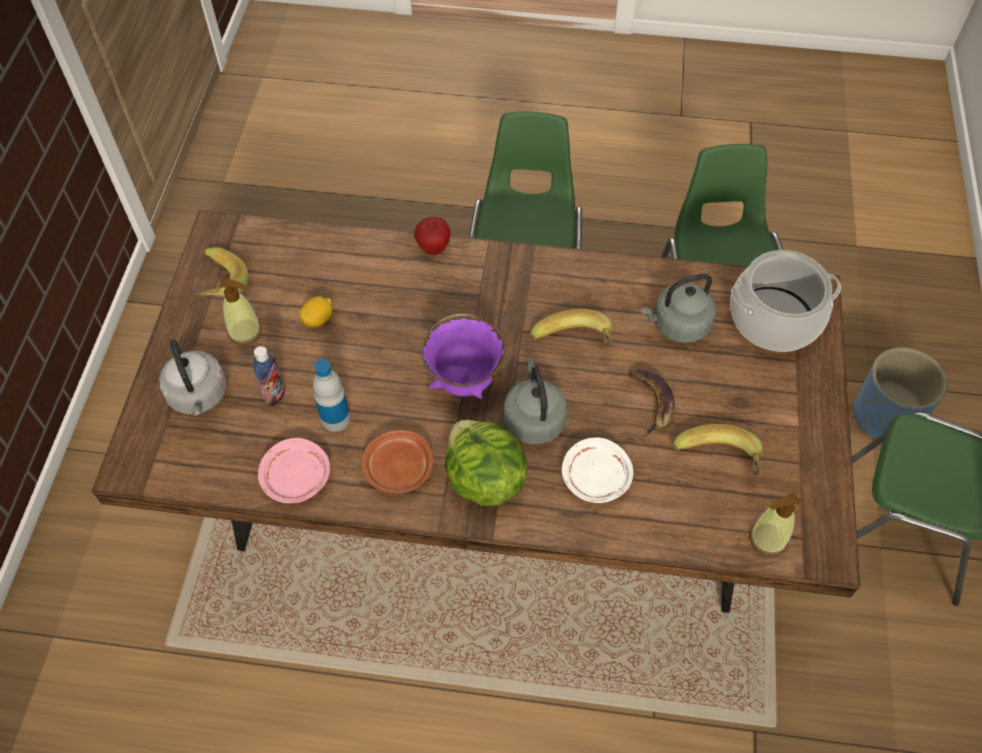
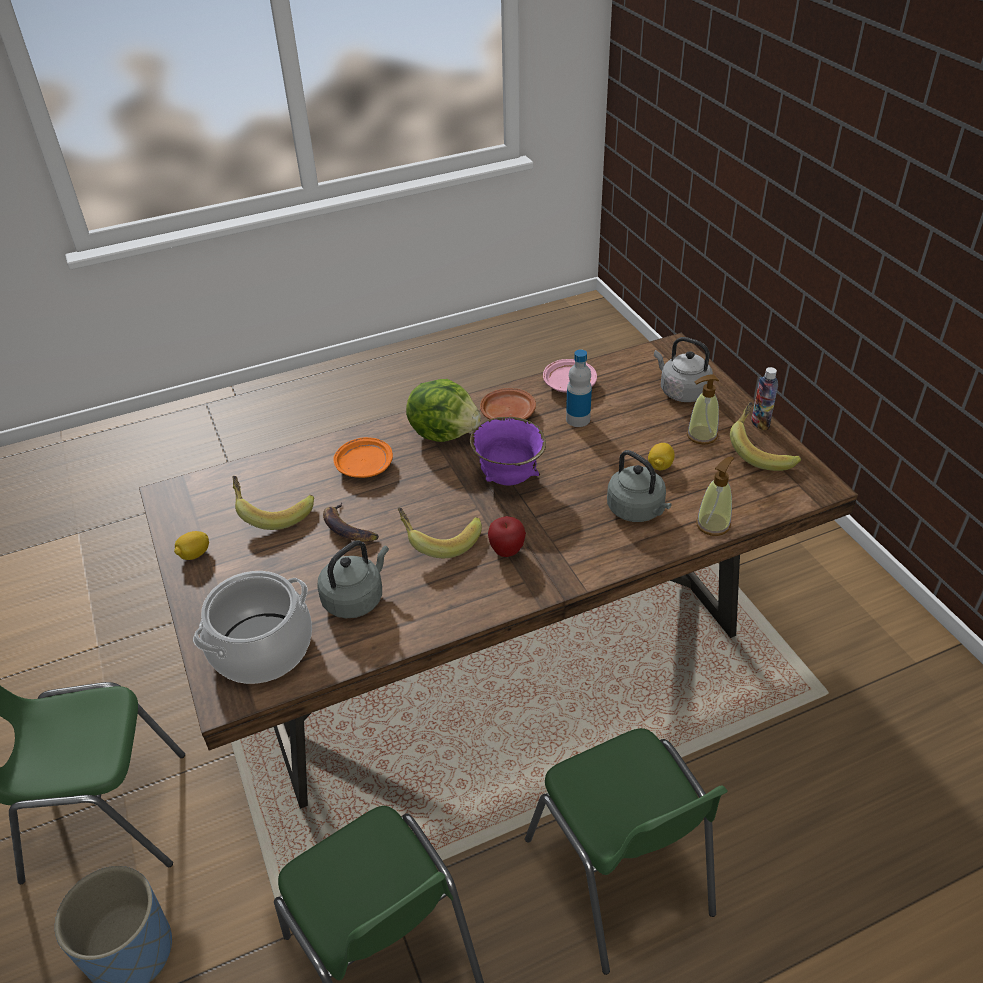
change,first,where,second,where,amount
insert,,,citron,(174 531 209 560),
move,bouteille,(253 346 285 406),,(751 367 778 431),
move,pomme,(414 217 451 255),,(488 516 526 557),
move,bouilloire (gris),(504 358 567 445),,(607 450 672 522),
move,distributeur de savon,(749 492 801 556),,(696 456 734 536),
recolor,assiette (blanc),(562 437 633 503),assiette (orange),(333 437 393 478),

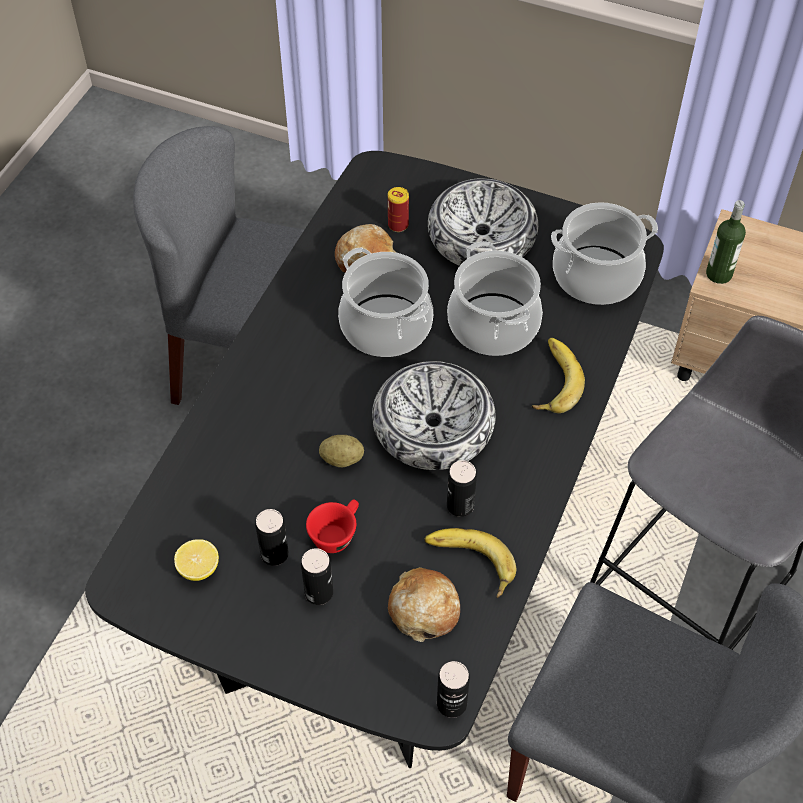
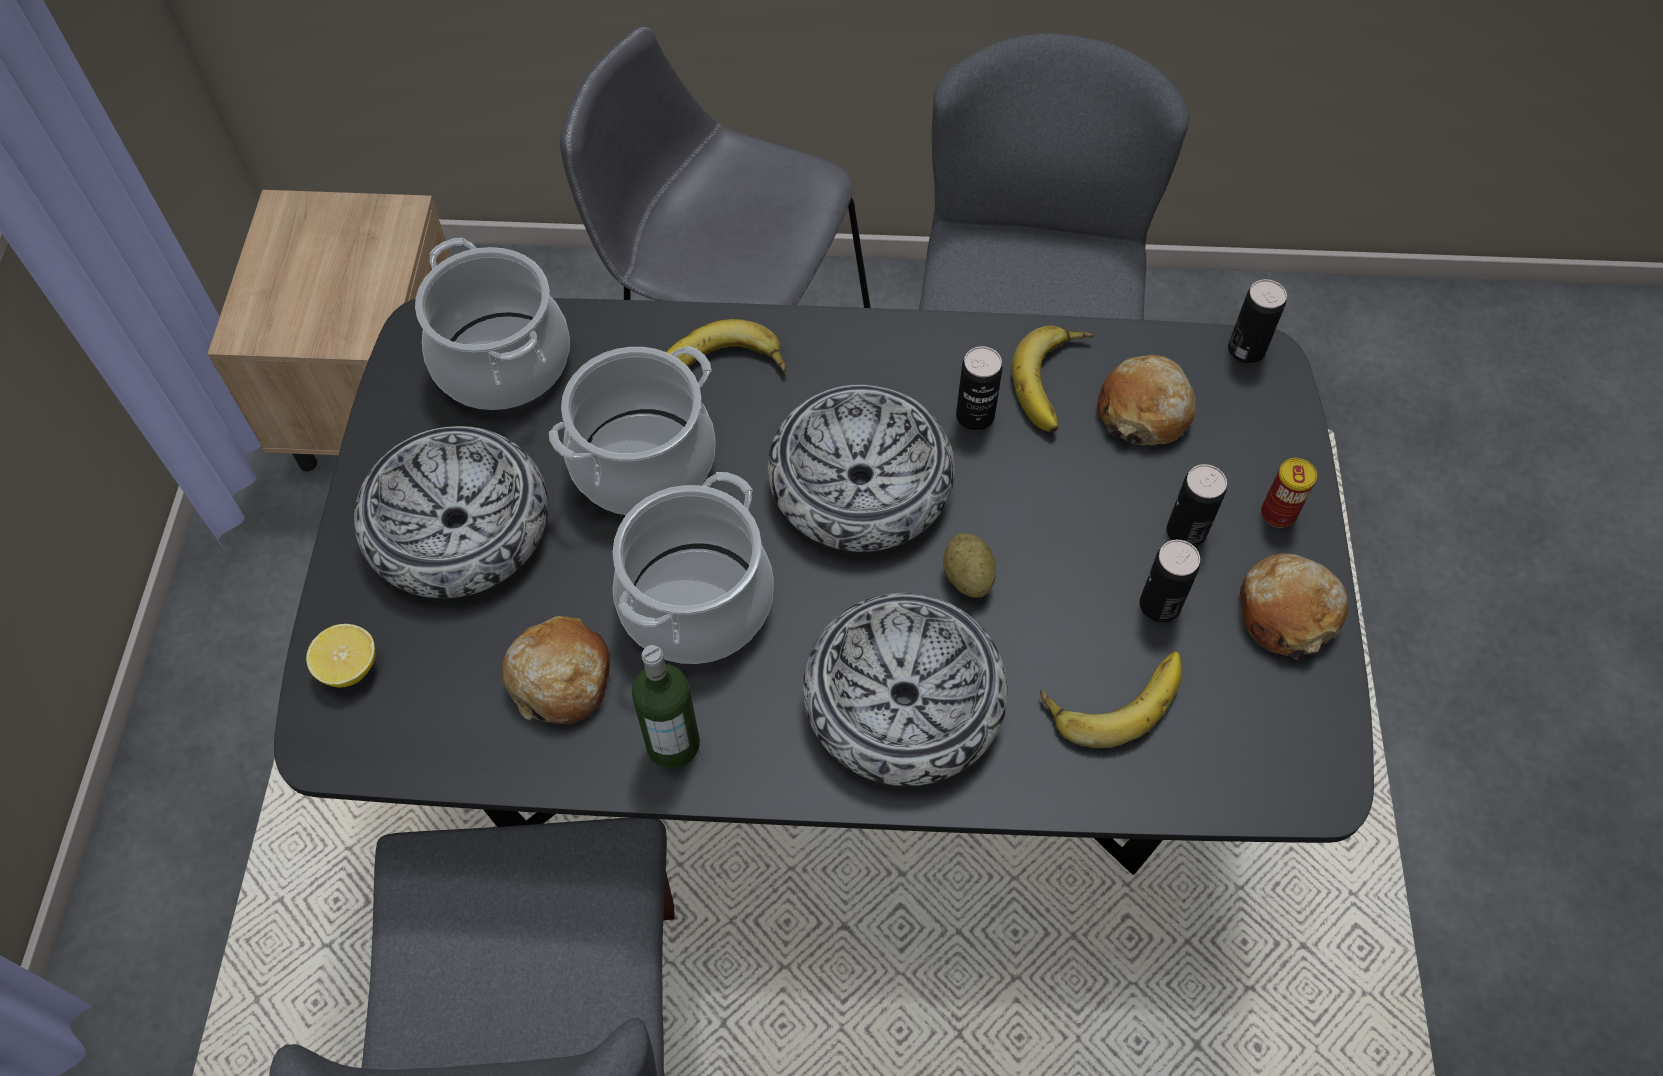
change,first,where,second,where,amount
delete,tasse (rouge),(306 499 359 553),,,
insert,,,bol,(803 593 1008 786),
insert,,,banane,(1040 651 1182 748),
insert,,,pain,(1240 553 1348 660),
move,citron,(174 539 219 581),,(306 624 376 687),
move,boîte métallique,(388 187 409 232),,(1261 458 1317 528),
move,bouteille,(706 200 746 284),,(632 645 700 768),

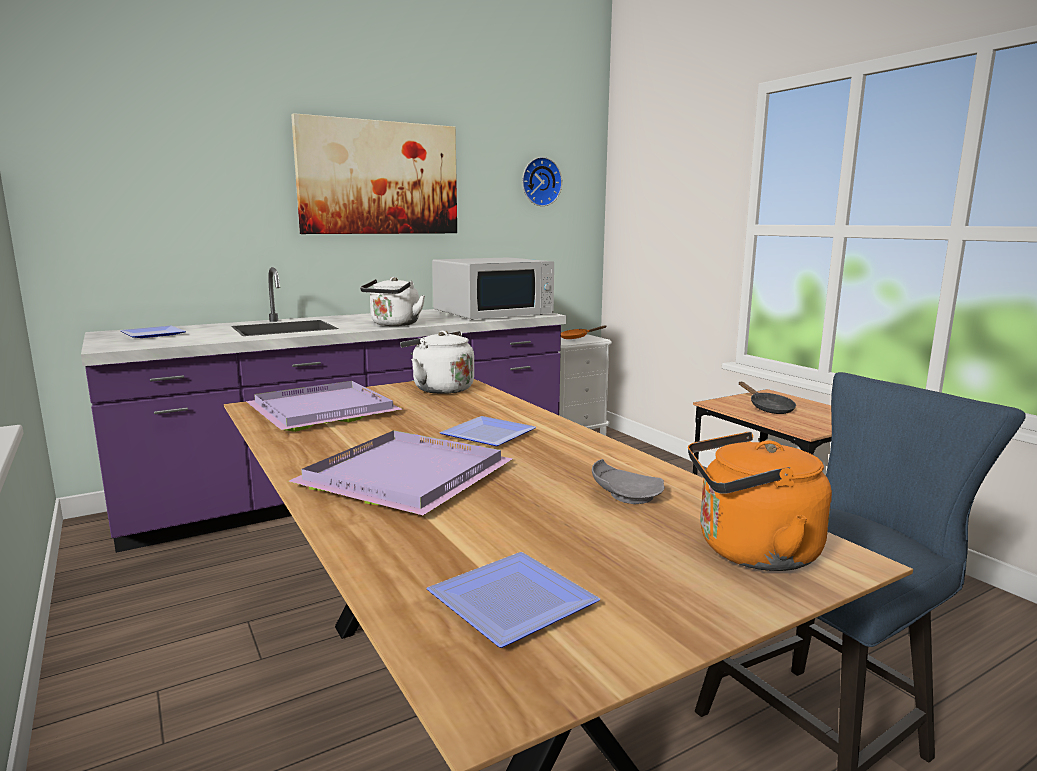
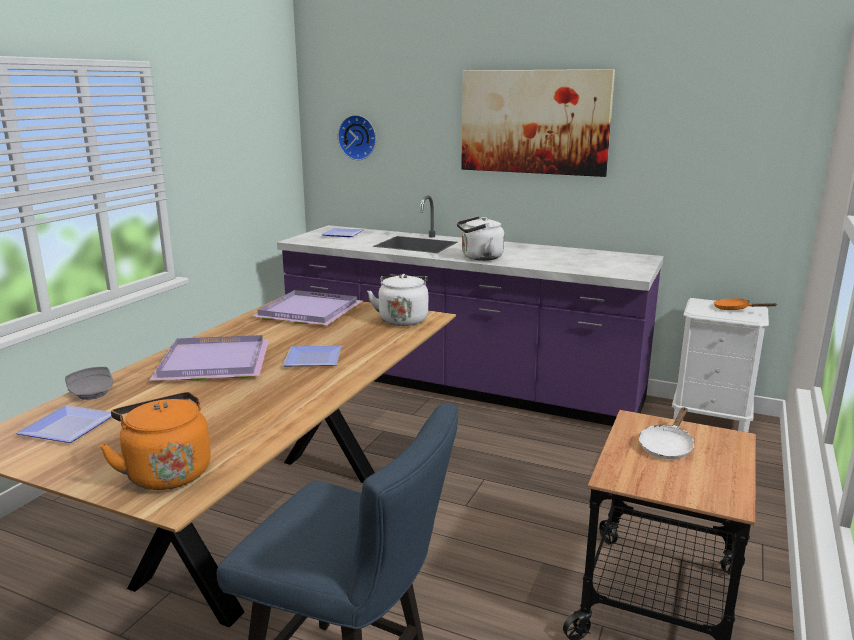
change,first,where,second,where,amount
delete,micro-ondes (blanc),(432 257 554 320),,,
move,horloge murale,(522 157 562 206),,(338 115 376 160),
move,assiette (gris),(592 459 665 504),,(65 367 113 400),
recolor,poêle (noir),(739 382 796 414),poêle (blanc),(639 407 694 459),

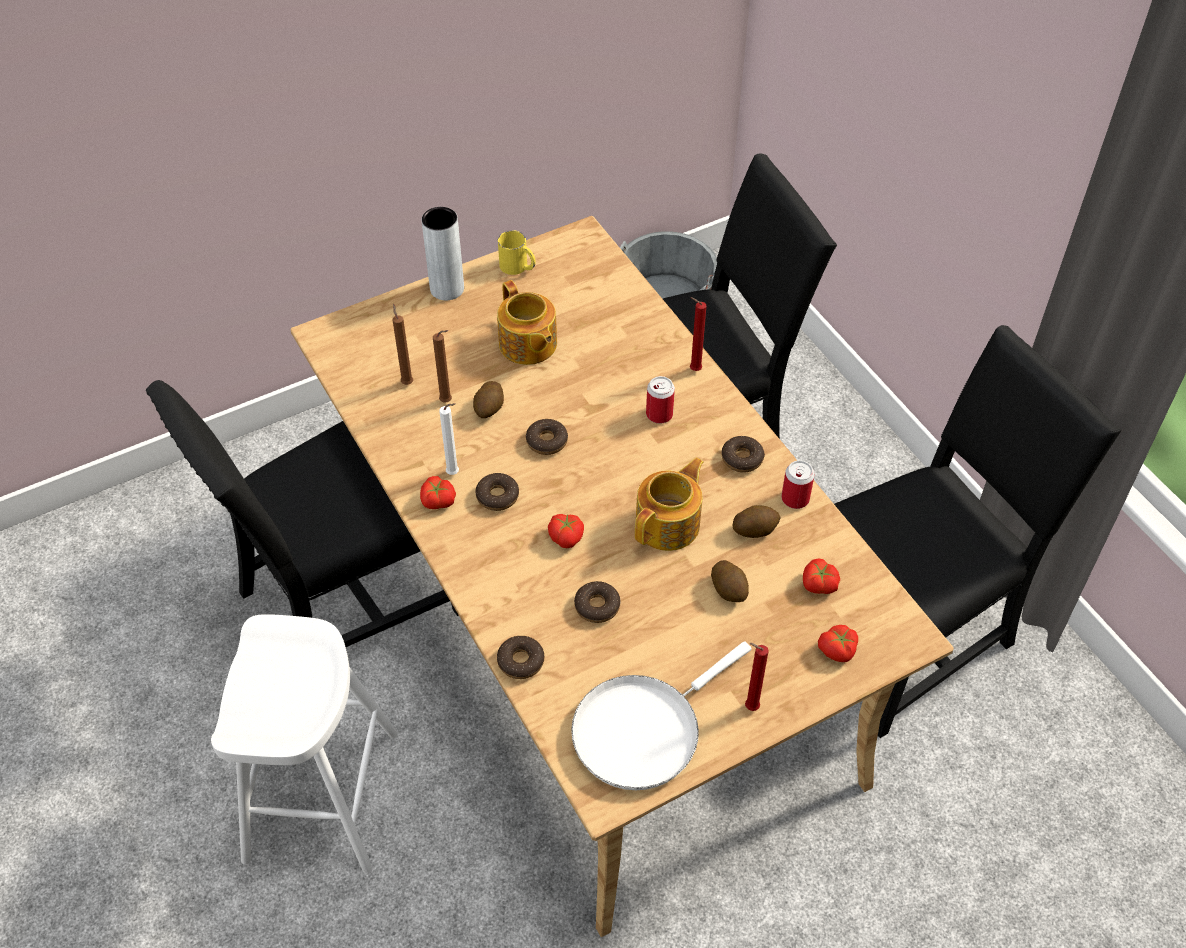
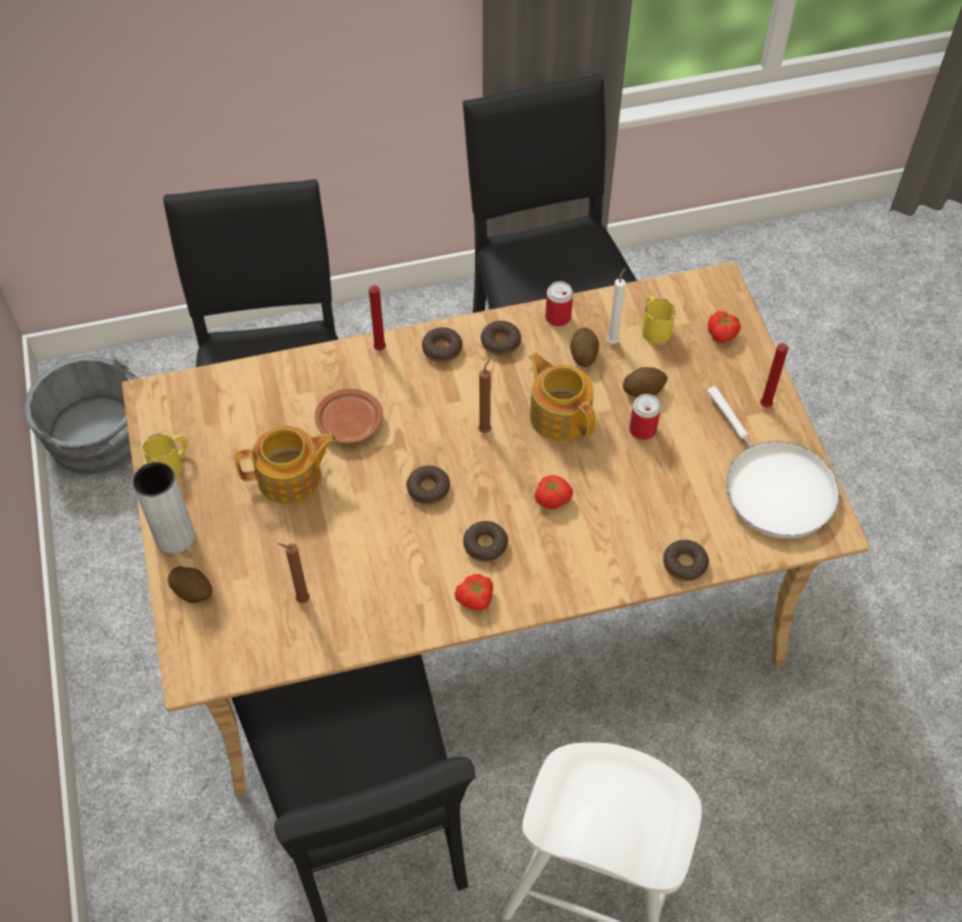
change,first,where,second,where,amount
insert,,,assiette (marron),(315 389 383 444),
move,bougie (marron),(433 330 452 402),,(478 358 491 433),
move,bougie (blanc),(439 403 459 475),,(607 268 626 344),
move,pomme de terre,(473 381 504 418),,(167 567 212 603),
move,beignet,(574 581 620 623),,(422 327 462 363),
move,boîte métallique,(646 376 675 424),,(629 394 661 440),
replace,tomate,(803 558 840 594),mug (jaune),(642 296 676 344),

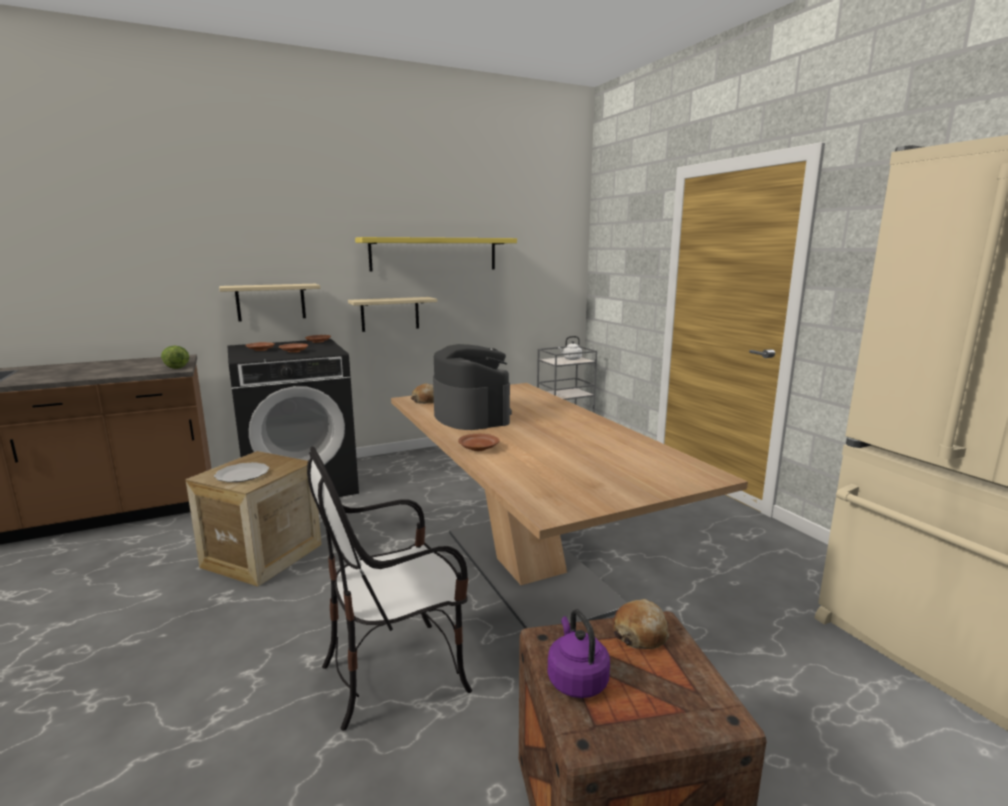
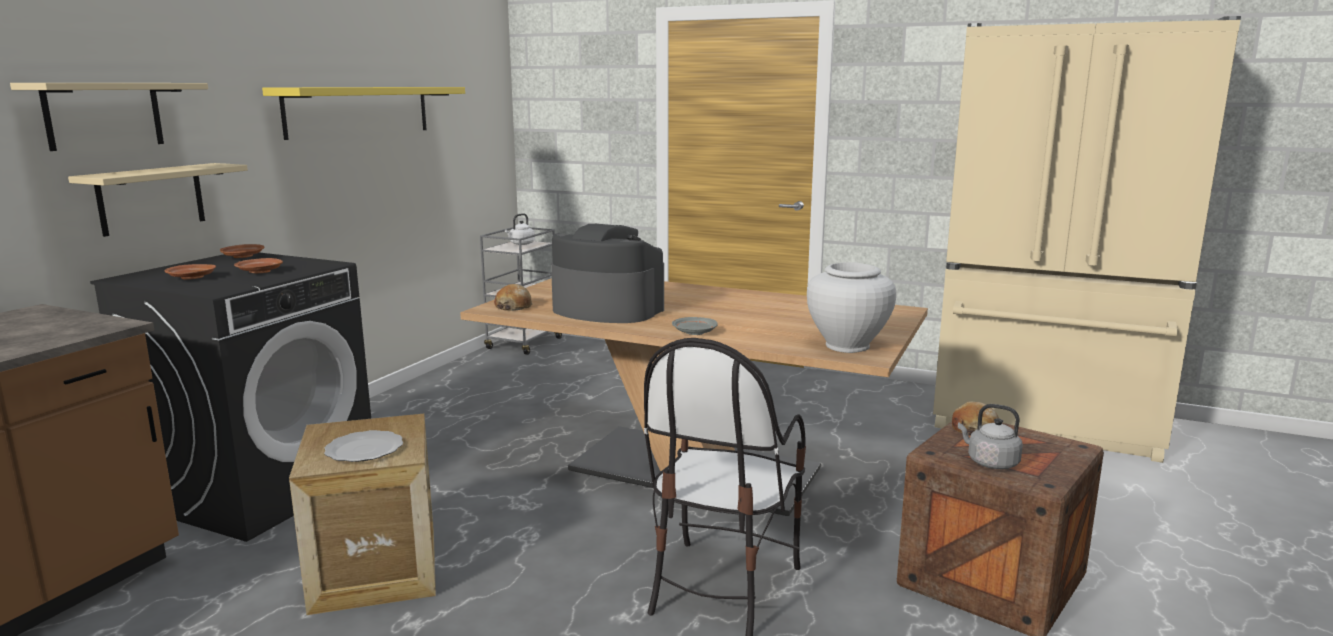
change,first,where,second,where,amount
delete,laitue,(161 345 189 369),,,
insert,,,vase (blanc),(807 262 896 353),
move,étagère (beige),(348 297 437 332),,(10 83 208 151),
recolor,assiette (marron),(458 434 500 451),assiette (gris),(672 317 718 335),
recolor,bouilloire (violet),(548 609 610 698),bouilloire (gris),(958 404 1023 469),

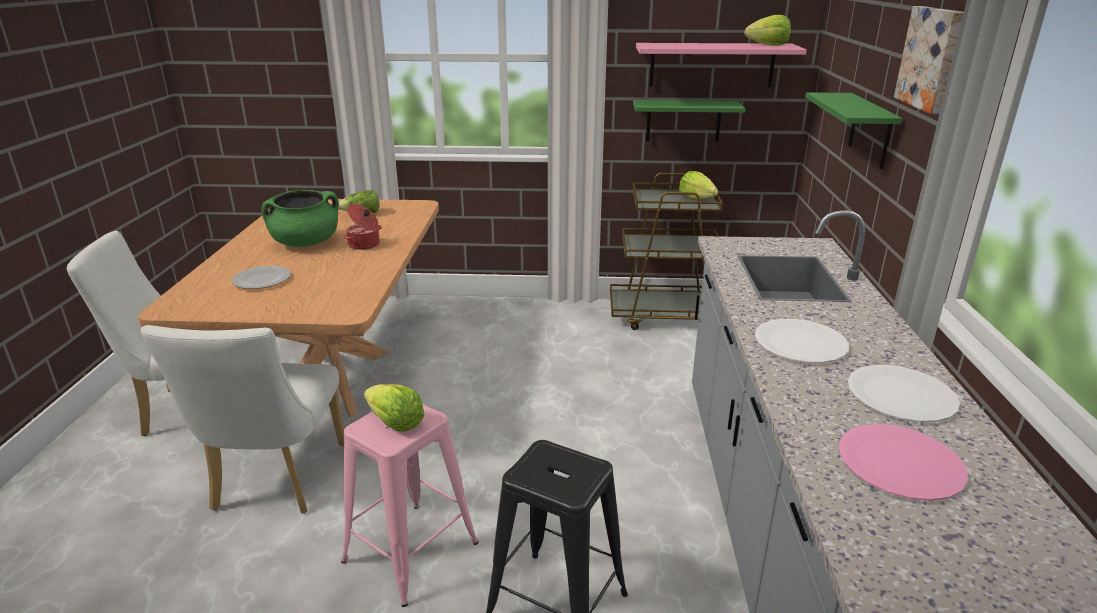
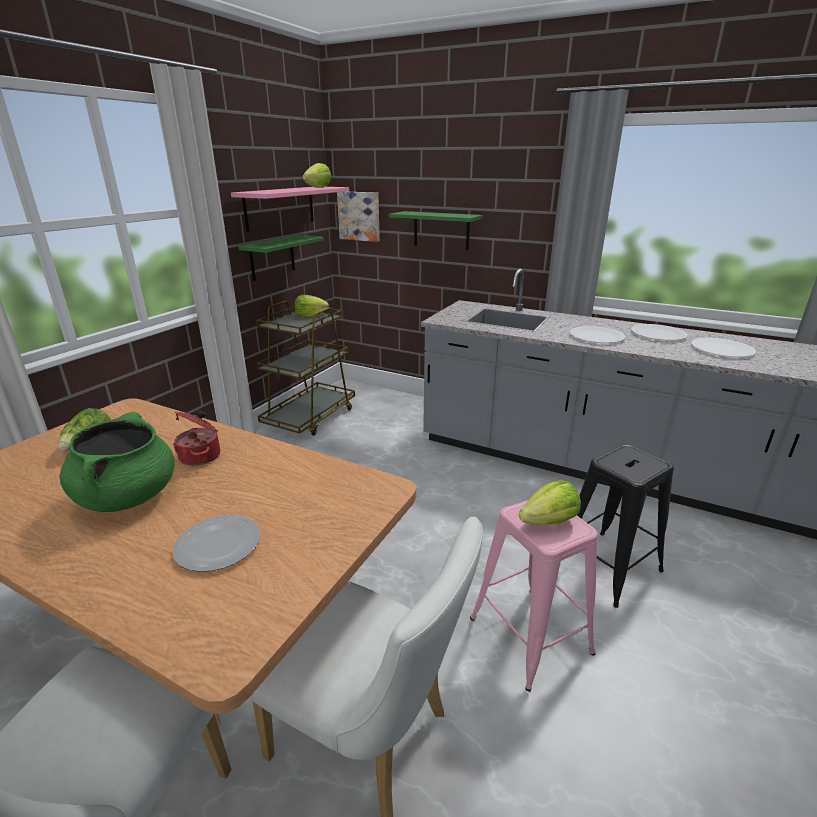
change,first,where,second,where,amount
move,tableau,(894 6 964 114),,(337 192 380 242),
recolor,assiette (rose),(838 424 968 501),assiette (blanc),(691 338 756 357),

